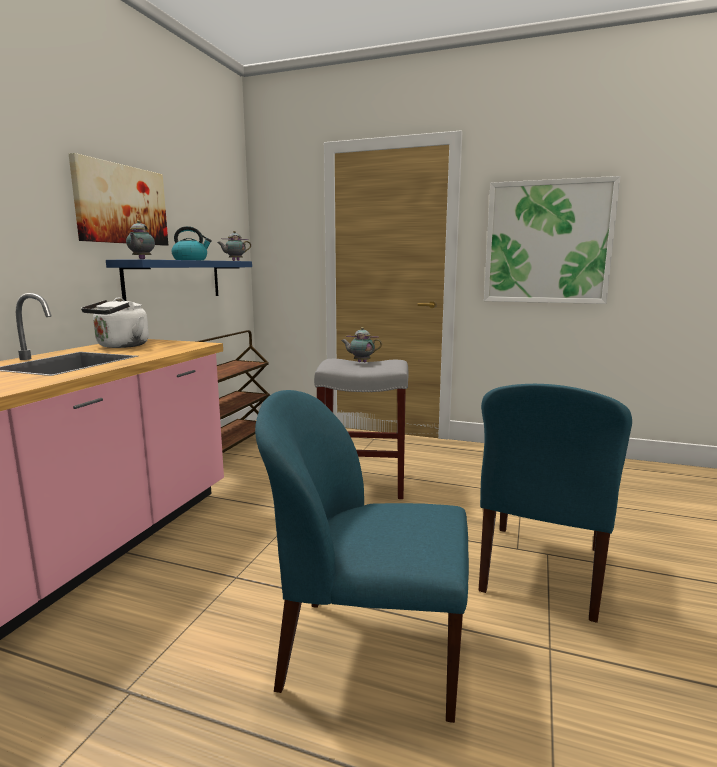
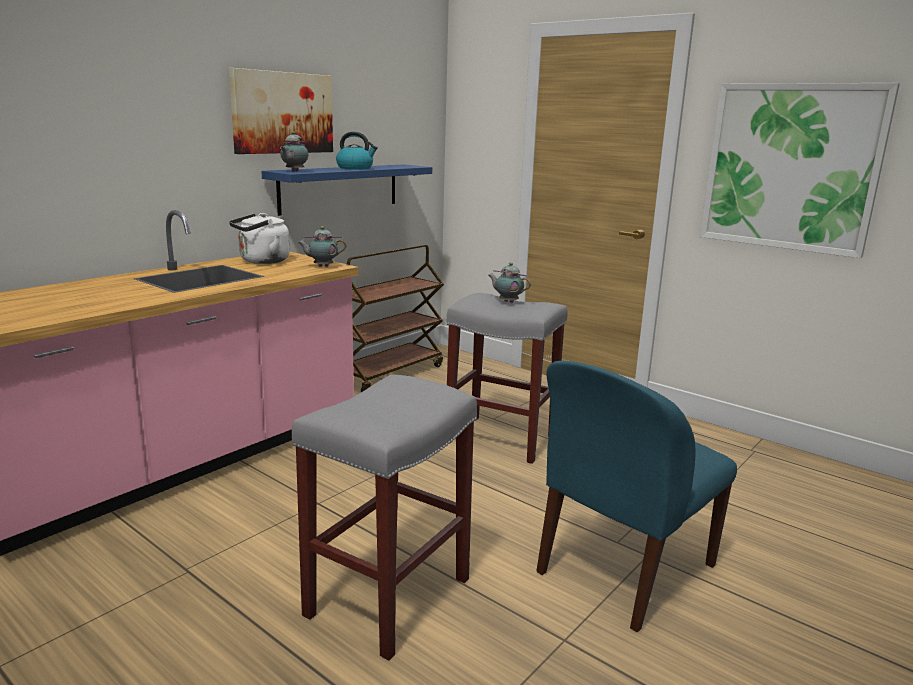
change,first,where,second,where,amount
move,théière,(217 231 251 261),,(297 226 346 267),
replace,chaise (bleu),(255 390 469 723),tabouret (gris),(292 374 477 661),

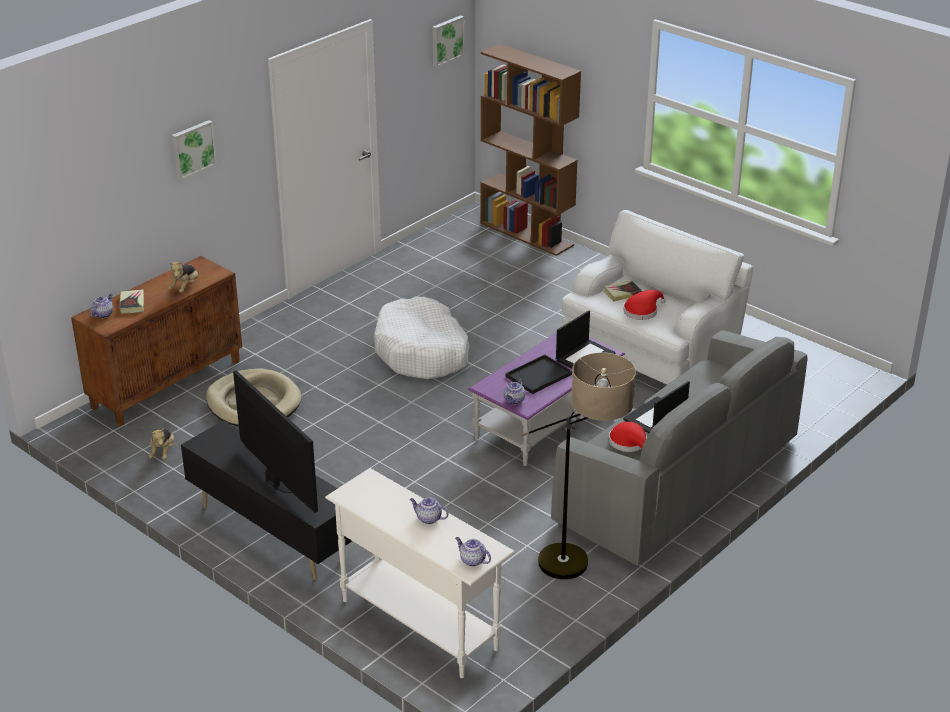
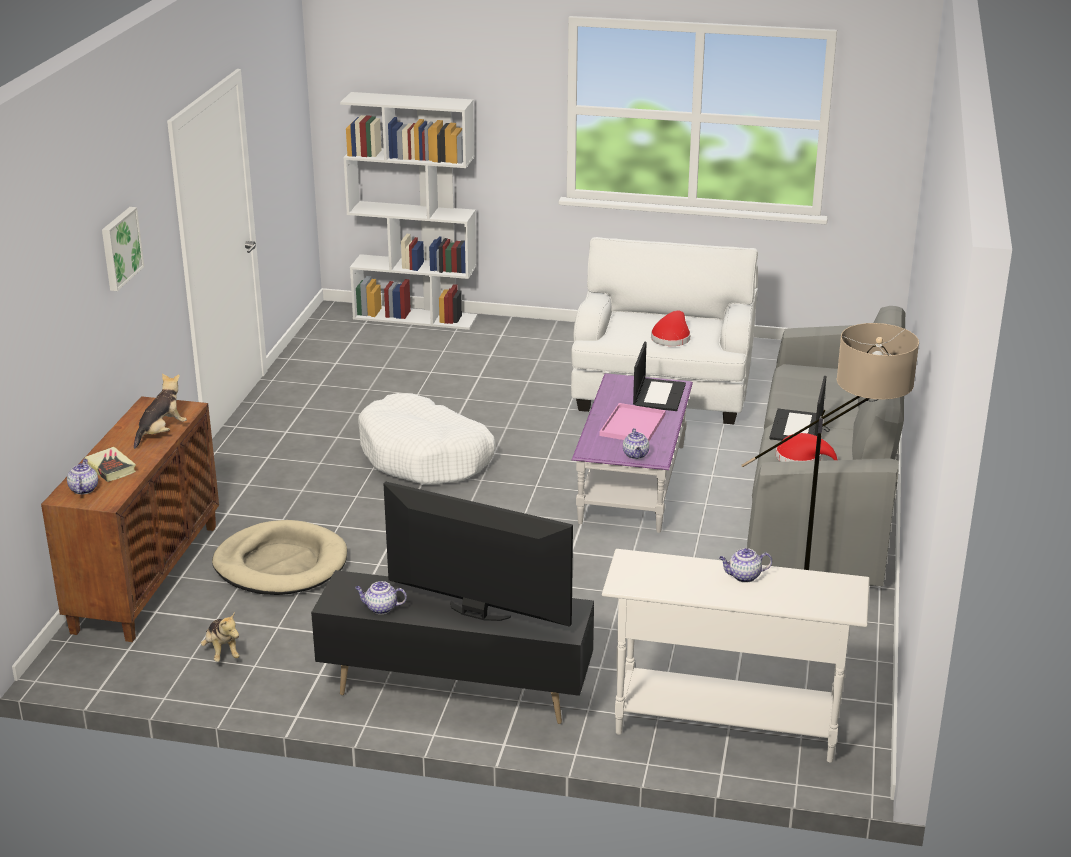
change,first,where,second,where,amount
delete,tableau,(433 15 464 67),,,
delete,livre,(604 280 642 302),,,
move,théière,(455 537 491 567),,(355 581 407 614),
recolor,bibliothèque (marron),(480 44 581 256),bibliothèque (blanc),(340 92 477 330),
recolor,plateau (noir),(505 355 572 394),plateau (rose),(599 403 666 441),
rotate,peluche,(168 260 198 293),,(134 373 187 449),135 degrees counterclockwise

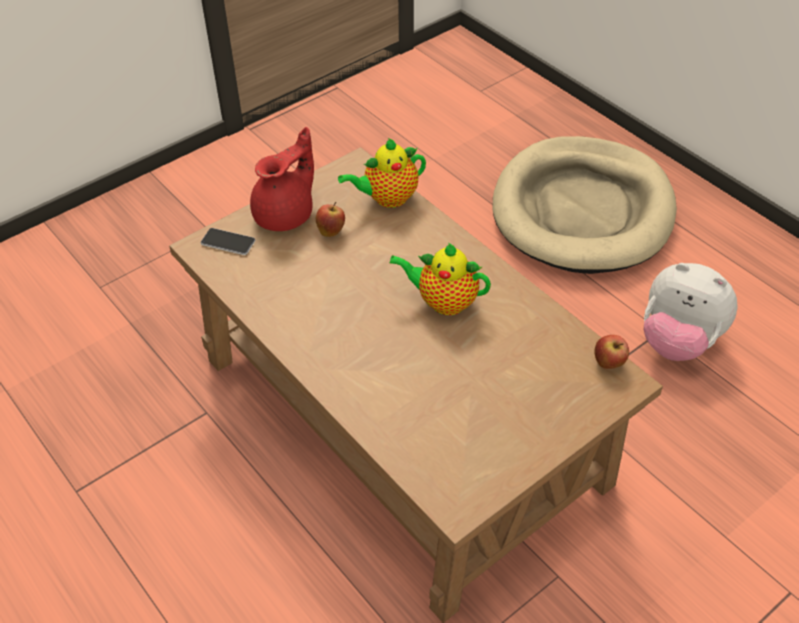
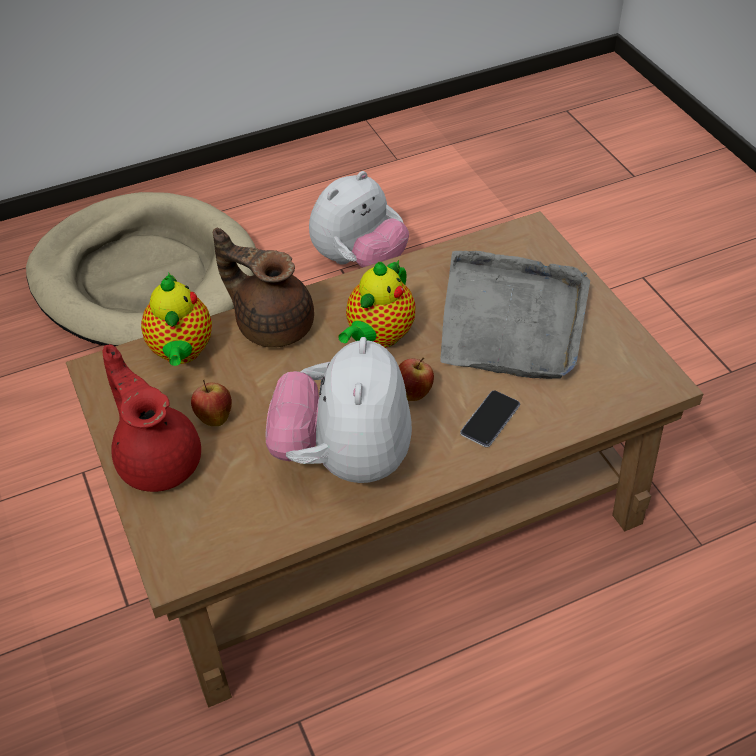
change,first,where,second,where,amount
insert,,,théière (marron),(213 228 314 348),
insert,,,peluche,(266 337 412 483),
insert,,,plateau (gris),(440 251 590 379),
move,téléphone,(201 228 255 255),,(460 390 520 447),
move,pomme,(594 335 629 369),,(399 358 434 401),

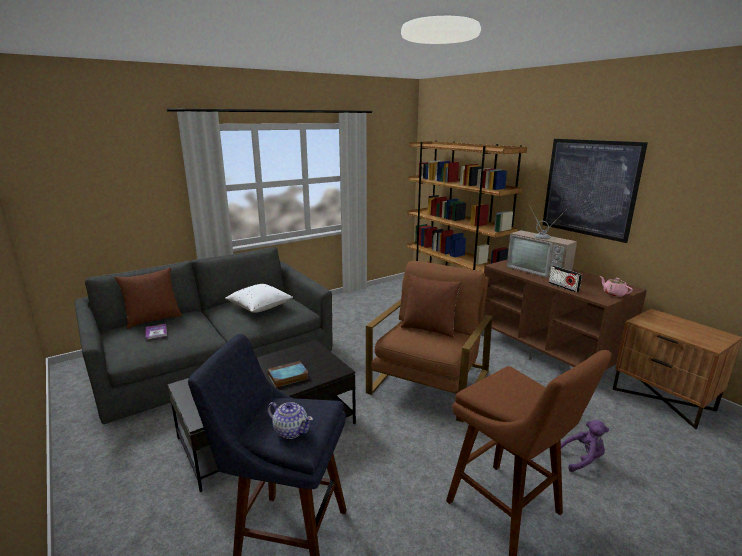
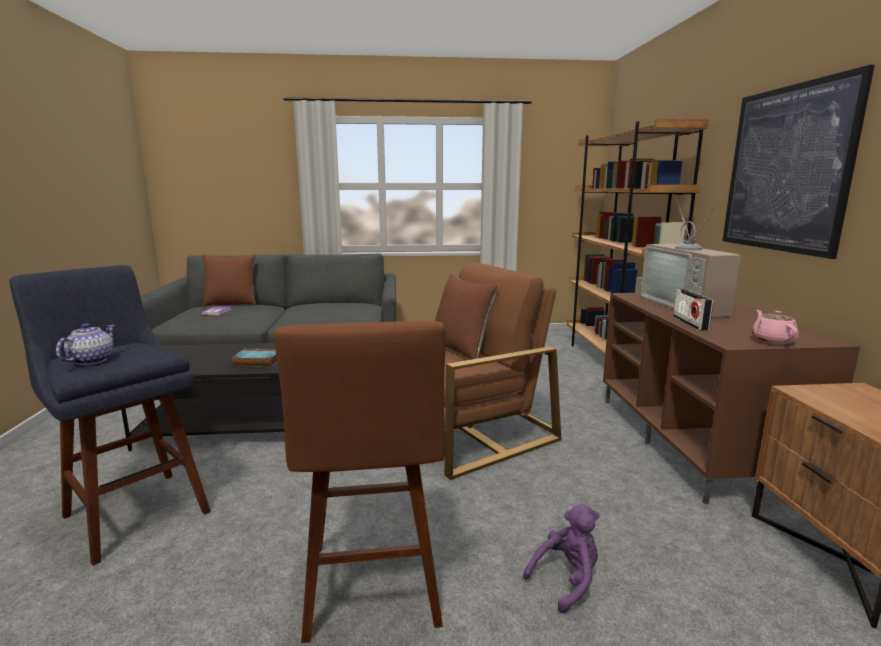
change,first,where,second,where,amount
delete,coussin (blanc),(225 284 293 313),,,
rotate,théière,(267 402 313 439),,(56 323 115 365),135 degrees counterclockwise
rotate,peluche (violet),(561 420 609 472),,(523 504 599 613),60 degrees counterclockwise

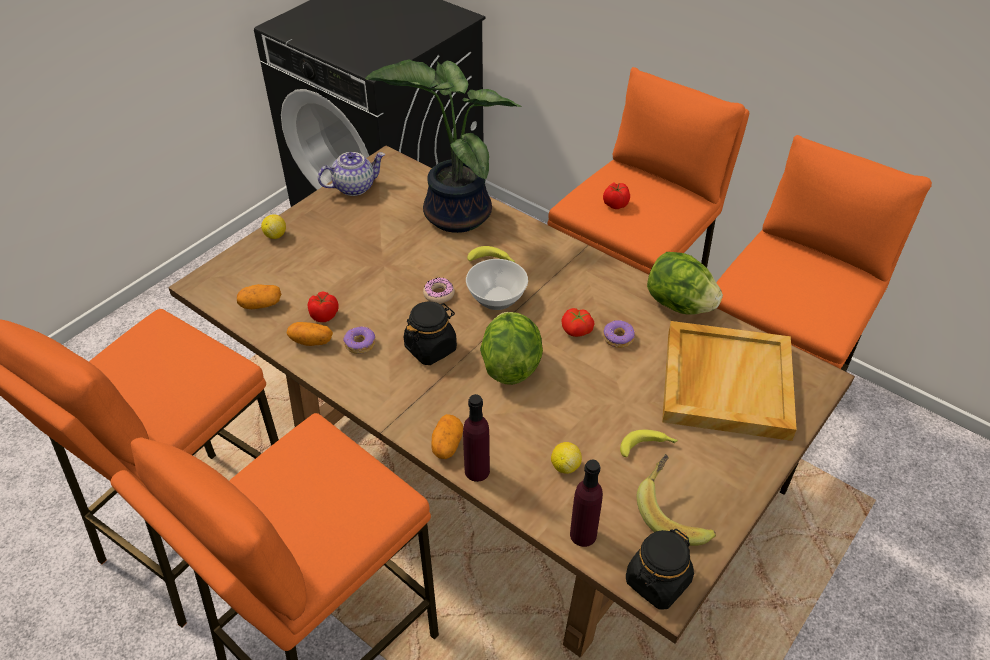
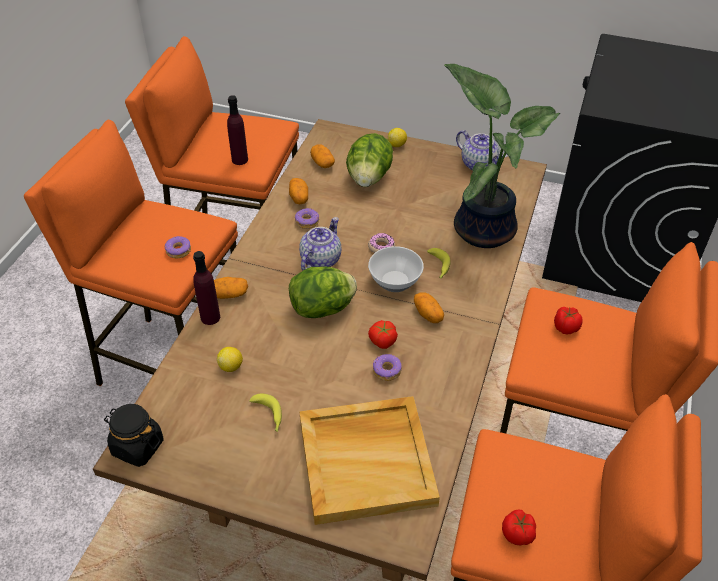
change,first,where,second,where,amount
delete,banane,(637 454 716 546),,,
insert,,,beignet,(165 236 191 258),
insert,,,pomme de terre,(414 292 444 323),
move,tomate,(308 291 339 322),,(502 510 536 545),
move,bouteille (violet),(570 460 603 547),,(227 95 248 165),
move,laitue,(647 252 723 315),,(346 133 393 187),
replace,bocal (noir),(404 301 457 365),théière,(299 217 341 270),

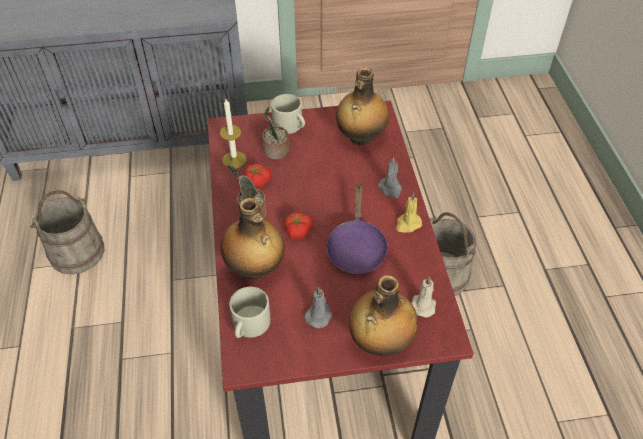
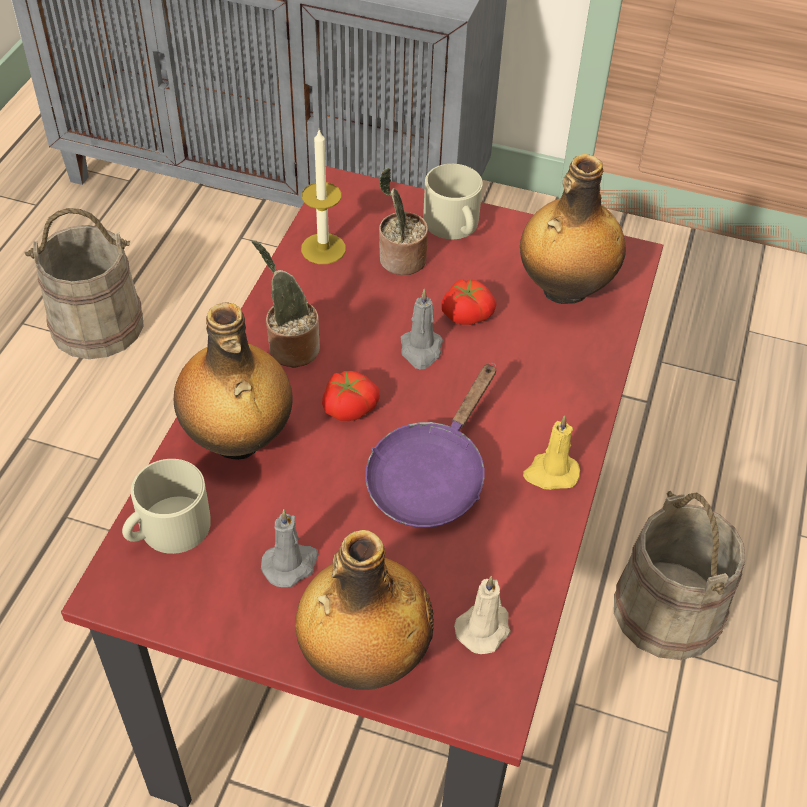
change,first,where,second,where,amount
move,tomate,(244 163 272 188),,(441 279 497 325),
move,bougie (gris),(378 157 402 198),,(401 288 443 370),

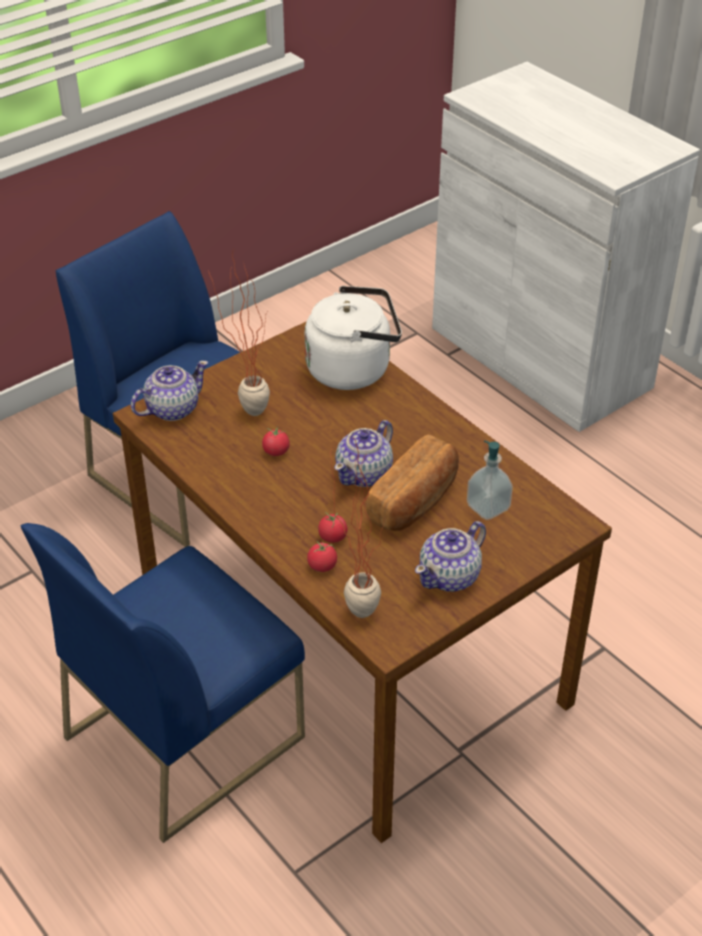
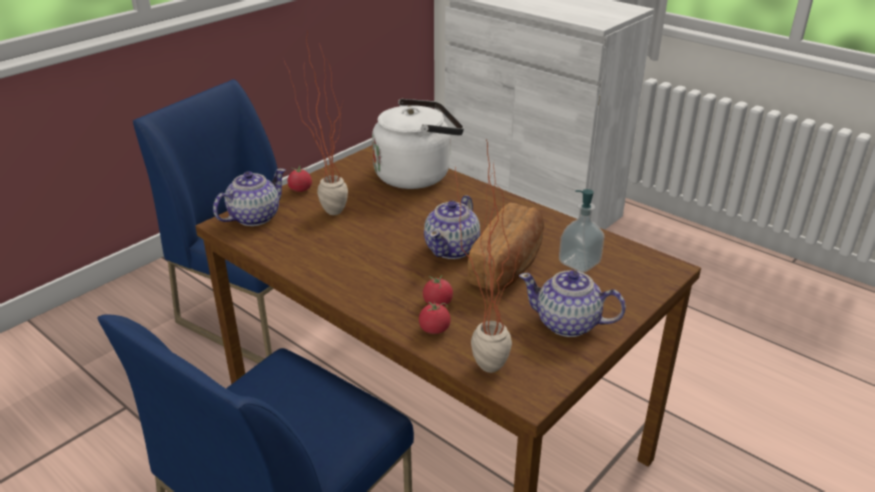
change,first,where,second,where,amount
move,tomate,(262 427 290 456),,(288 165 312 192),
rotate,théière,(415 521 486 592),,(519 270 626 337),75 degrees clockwise

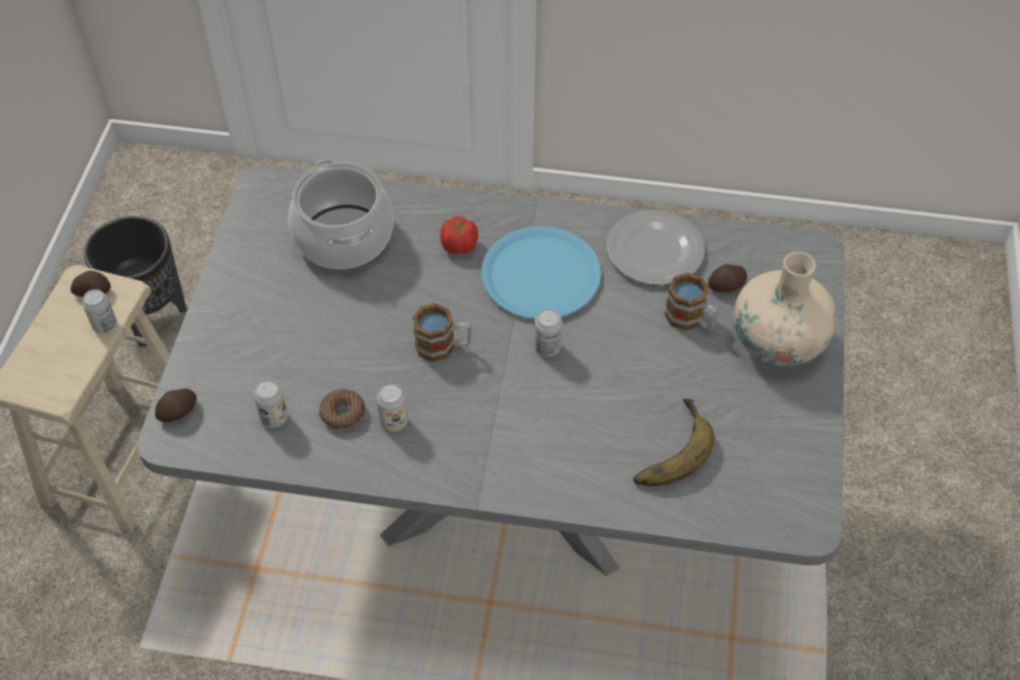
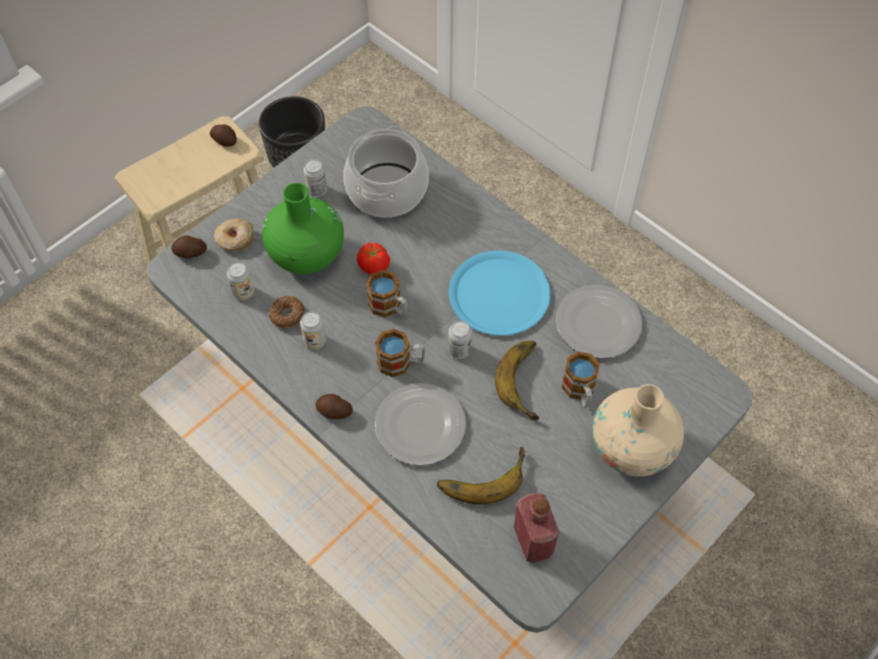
change,first,where,second,where,amount
insert,,,beignet,(214 218 254 251),
insert,,,vase (vert),(262 183 344 274),
insert,,,mug,(375 329 426 377),
insert,,,assiette,(375 383 466 465),
insert,,,banane,(495 341 539 421),
insert,,,bouteille (rouge),(514 493 560 563),
move,boîte métallique,(82 289 117 334),,(303 159 327 197),
move,tomate,(440 216 478 254),,(357 243 390 275),
move,pomme de terre,(708 264 747 292),,(315 394 353 419),

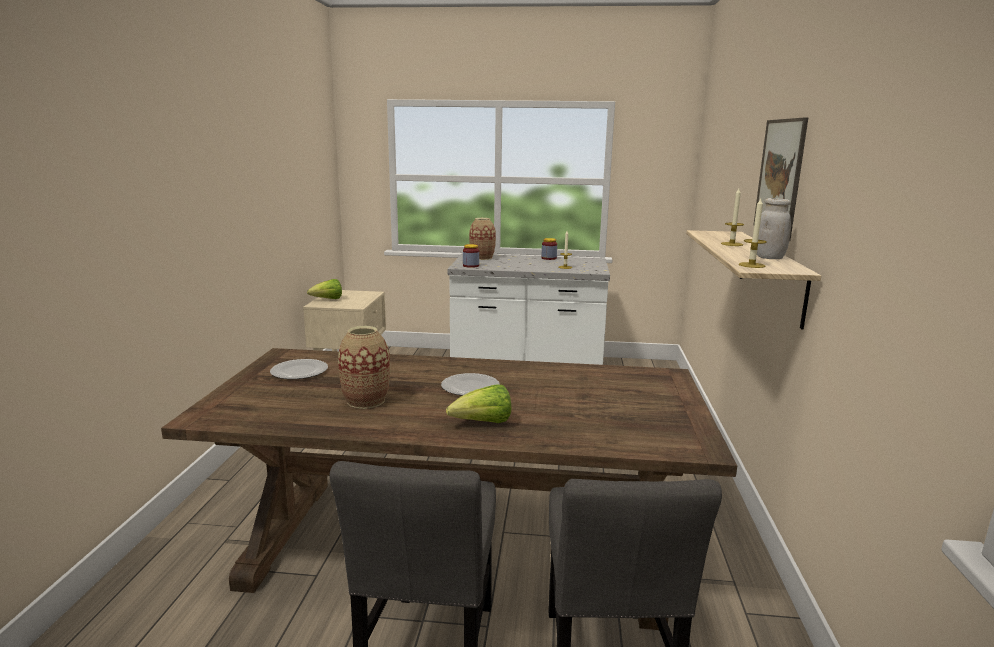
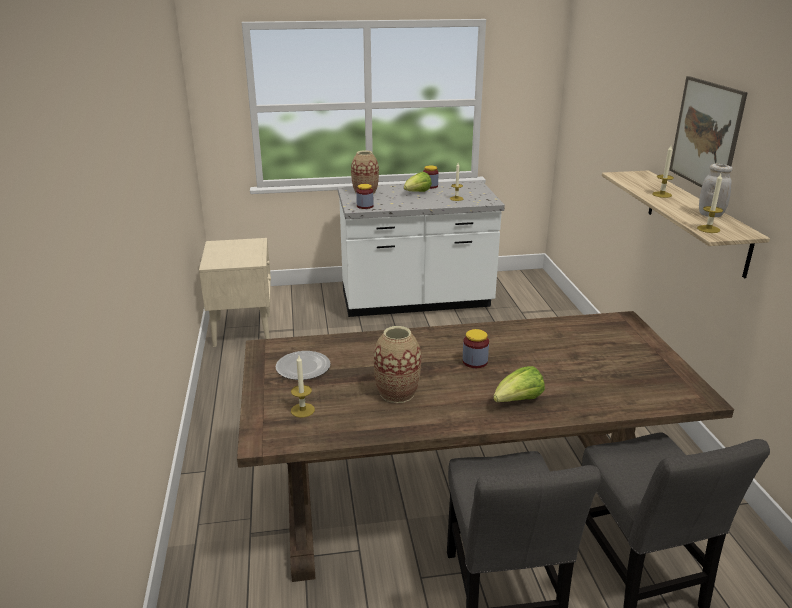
change,first,where,second,where,amount
insert,,,bougie,(291 356 315 418),
move,laitue,(307 279 342 299),,(404 172 432 192),
replace,assiette,(441 373 500 396),bocal,(463 329 489 368),

